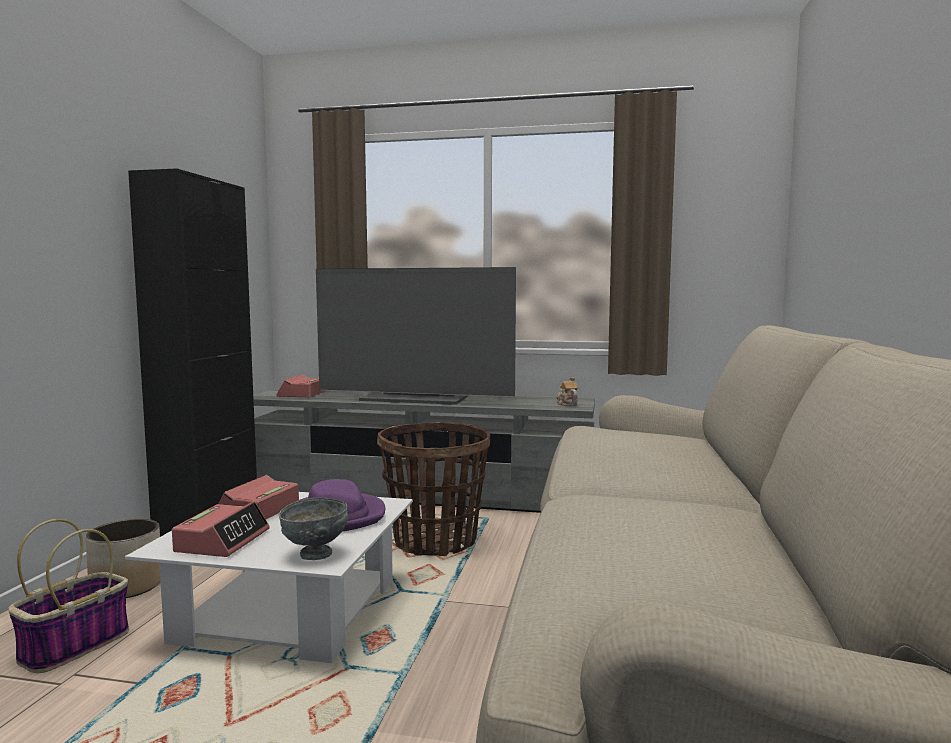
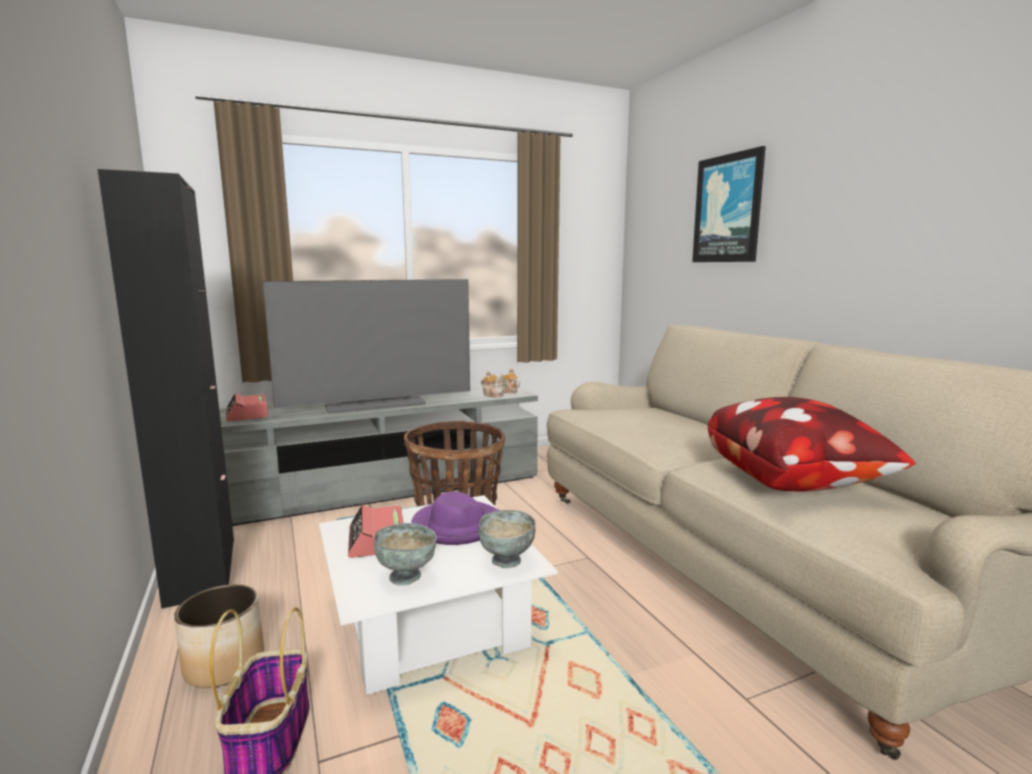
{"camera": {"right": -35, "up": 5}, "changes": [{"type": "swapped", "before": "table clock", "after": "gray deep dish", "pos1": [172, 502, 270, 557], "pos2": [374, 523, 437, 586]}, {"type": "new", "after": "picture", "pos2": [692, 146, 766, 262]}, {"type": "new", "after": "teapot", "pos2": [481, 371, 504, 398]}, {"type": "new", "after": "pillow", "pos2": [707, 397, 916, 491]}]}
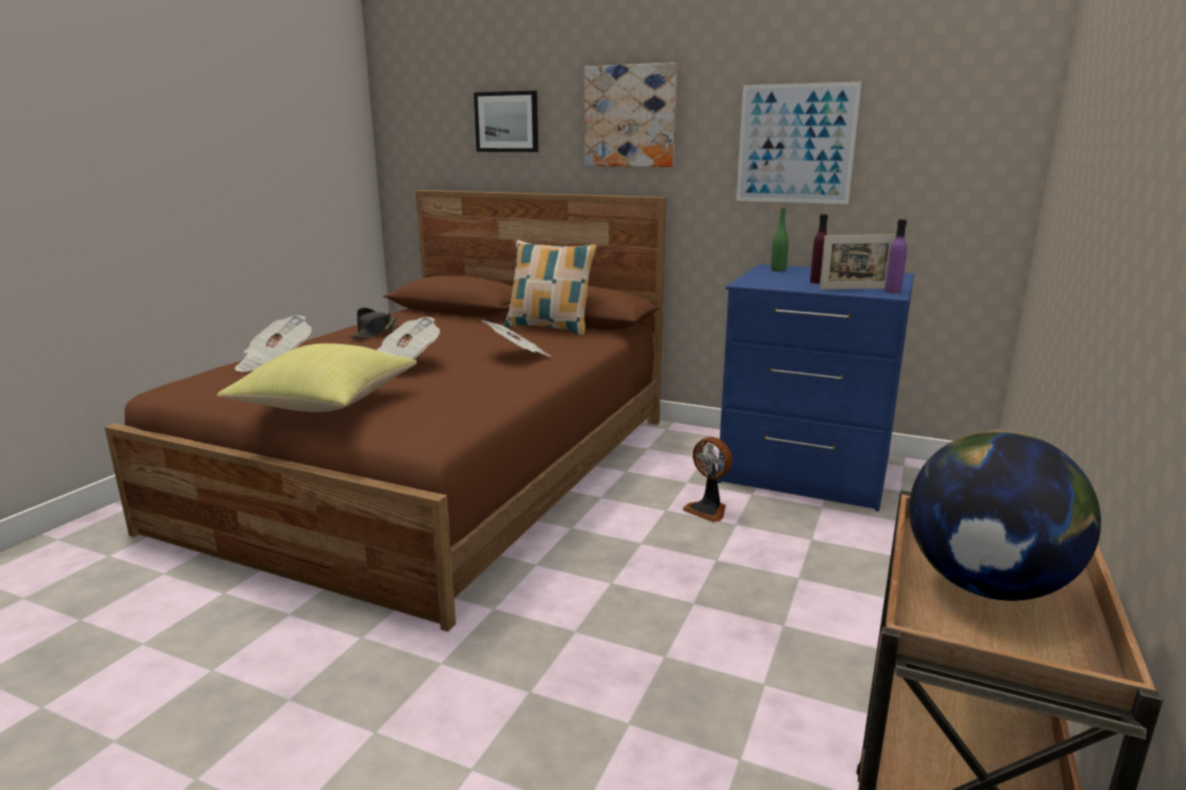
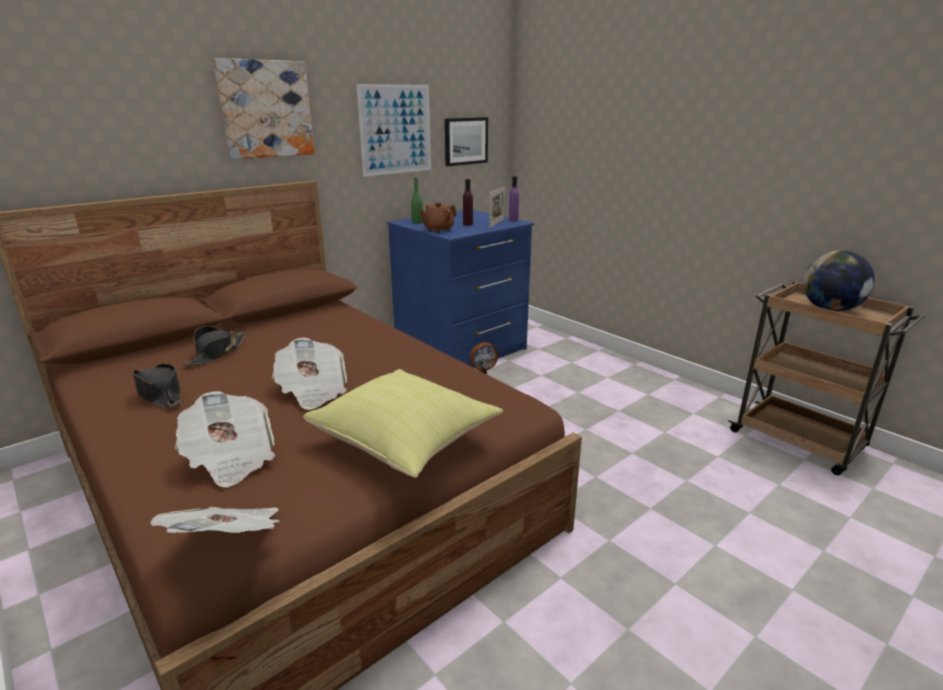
{"camera": {"right": -65, "up": 5}, "changes": [{"type": "shifted", "before": "picture", "pos1": [474, 91, 538, 152], "pos2": [445, 117, 488, 166]}, {"type": "gone", "before": "pillow", "pos1": [504, 240, 597, 336]}, {"type": "shifted", "before": "newspaper", "pos1": [481, 320, 553, 357], "pos2": [150, 507, 279, 533]}, {"type": "new", "after": "brown-coloured teapot", "pos2": [420, 202, 457, 233]}, {"type": "new", "after": "black wearable hat", "pos2": [182, 326, 246, 366]}]}
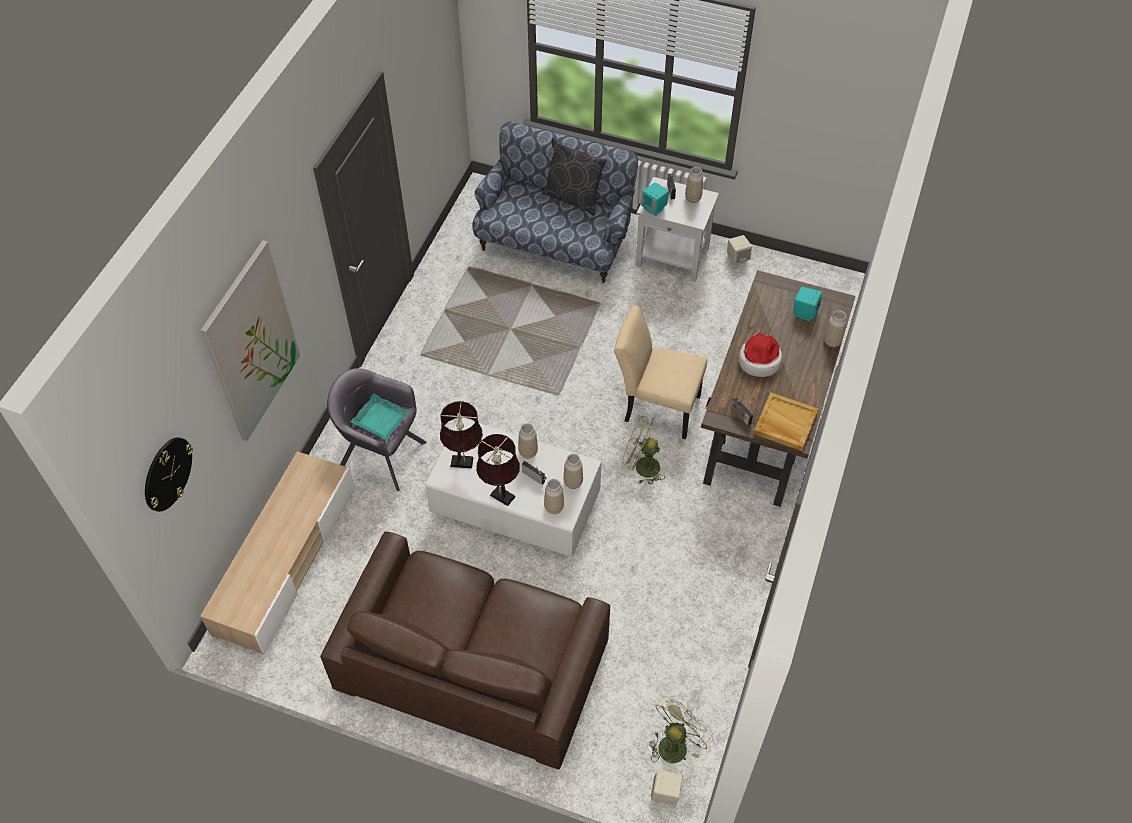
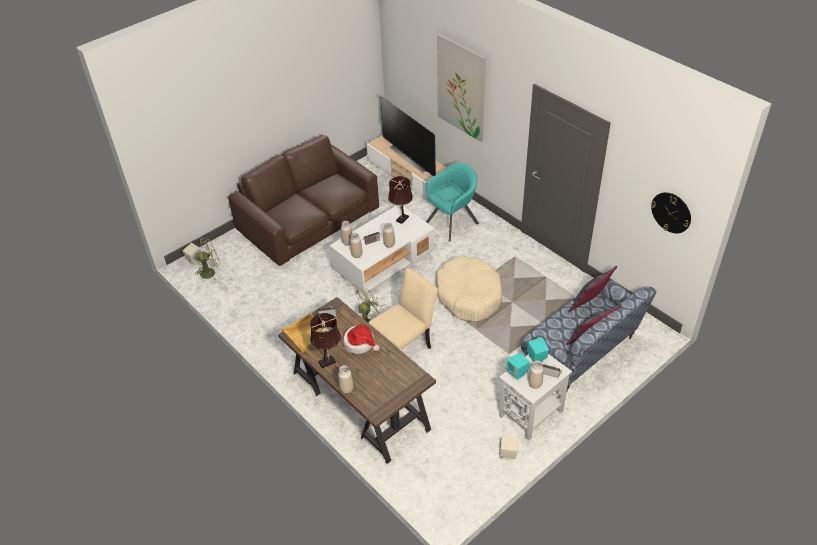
{"camera": {"right": 120, "up": -10}, "changes": [{"type": "shifted", "before": "blue-green audio speaker", "pos1": [793, 287, 822, 321], "pos2": [506, 353, 530, 380]}, {"type": "repainted", "before": "gray armchair", "after": "blue-green armchair", "pos1": [327, 368, 427, 491], "pos2": [426, 163, 479, 242]}, {"type": "shifted", "before": "brown-coloured table lamp", "pos1": [476, 434, 520, 506], "pos2": [310, 313, 341, 368]}, {"type": "shifted", "before": "wall clock", "pos1": [145, 437, 193, 512], "pos2": [651, 192, 691, 233]}, {"type": "rotated", "before": "greenish electric fan", "pos1": [649, 696, 713, 763], "pos2": [196, 237, 221, 281], "turn": -90}, {"type": "new", "after": "TV set", "pos2": [380, 95, 436, 176]}, {"type": "new", "after": "beige pet bed", "pos2": [436, 256, 502, 322]}, {"type": "new", "after": "gray pillow", "pos2": [568, 266, 617, 313]}]}
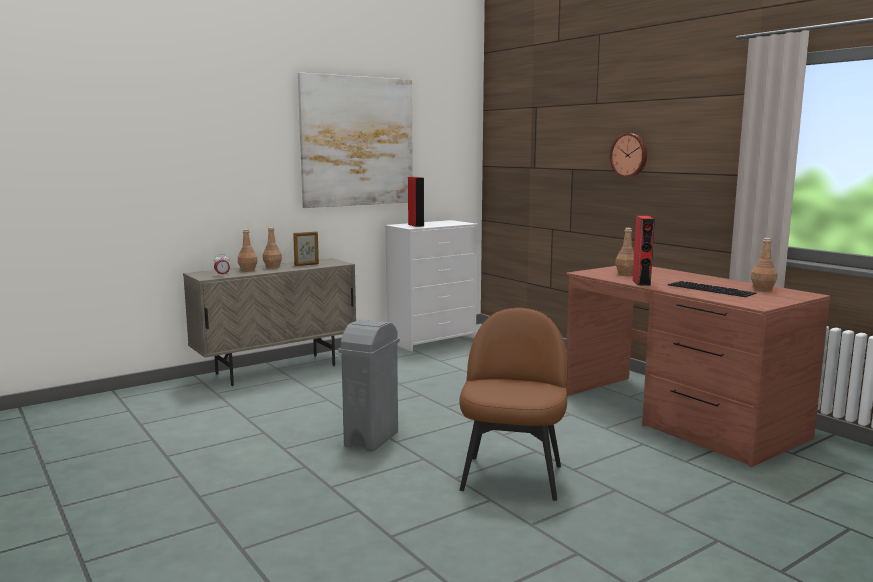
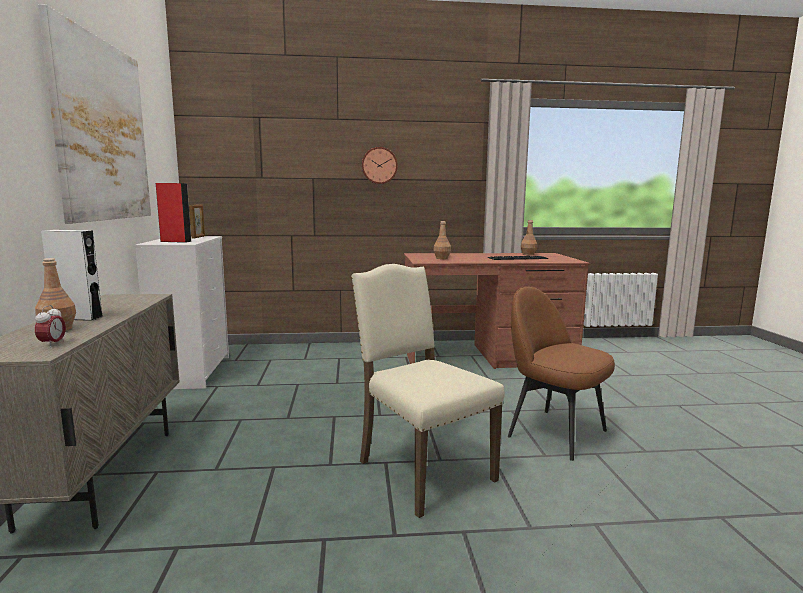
{"camera": {"right": -60, "up": 0}, "changes": [{"type": "gone", "before": "red-coloured audio speaker", "pos1": [633, 216, 655, 286]}, {"type": "swapped", "before": "brown-coloured bottle", "after": "whitish audio speaker", "pos1": [263, 227, 282, 268], "pos2": [41, 230, 104, 321]}, {"type": "shifted", "before": "photo frame", "pos1": [293, 232, 319, 266], "pos2": [189, 204, 205, 238]}, {"type": "swapped", "before": "gray rubbish bin", "after": "beige plain chair", "pos1": [338, 319, 400, 452], "pos2": [351, 264, 505, 518]}]}
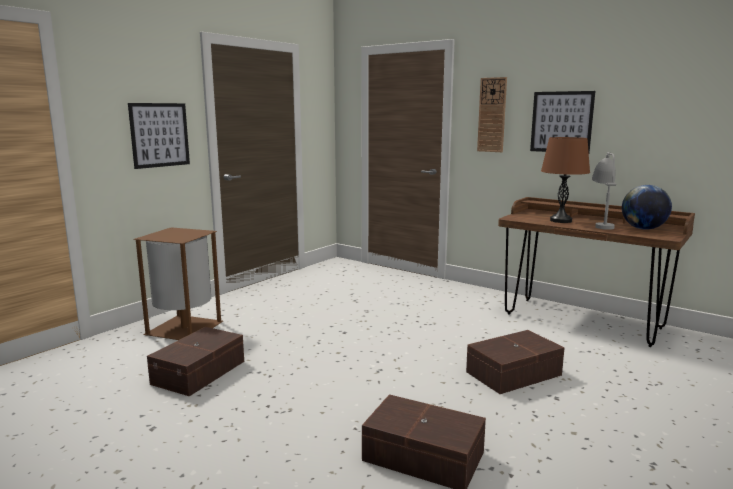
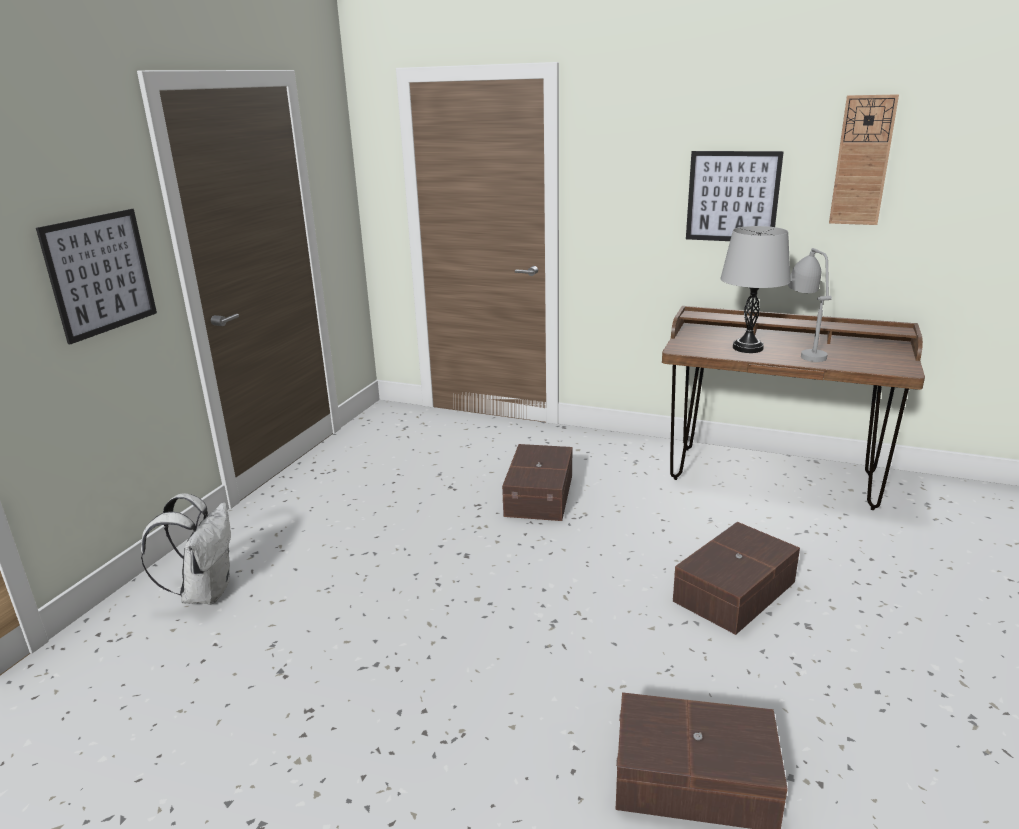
{"camera": {"right": -15, "up": 10}, "changes": [{"type": "shifted", "before": "wall clock", "pos1": [477, 77, 507, 152], "pos2": [829, 94, 899, 225]}, {"type": "repainted", "before": "brown-coloured table lamp", "after": "gray table lamp", "pos1": [541, 137, 590, 223], "pos2": [721, 226, 791, 353]}, {"type": "gone", "before": "globe", "pos1": [622, 185, 672, 230]}, {"type": "swapped", "before": "brown-coloured rubbish bin", "after": "whitish knapsack", "pos1": [133, 227, 223, 340], "pos2": [141, 493, 231, 604]}, {"type": "shifted", "before": "brown-coloured storage container", "pos1": [147, 327, 244, 396], "pos2": [502, 444, 572, 521]}]}
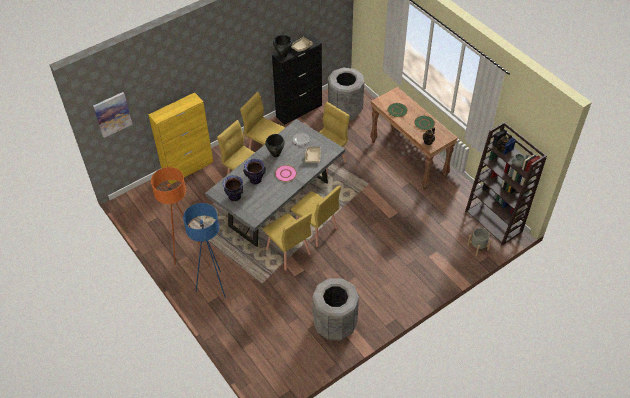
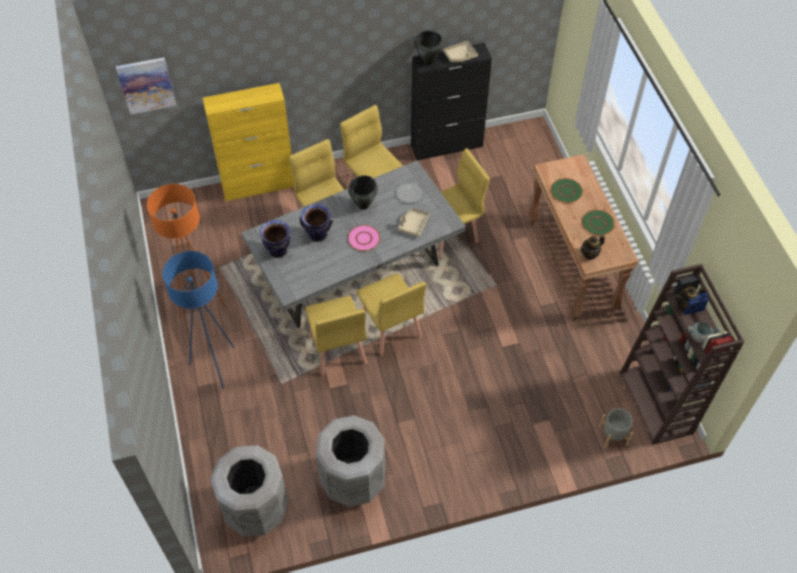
{"camera": {"right": 20, "up": 5}, "changes": [{"type": "shifted", "before": "gray rubbish bin", "pos1": [328, 68, 364, 121], "pos2": [210, 445, 289, 537]}]}
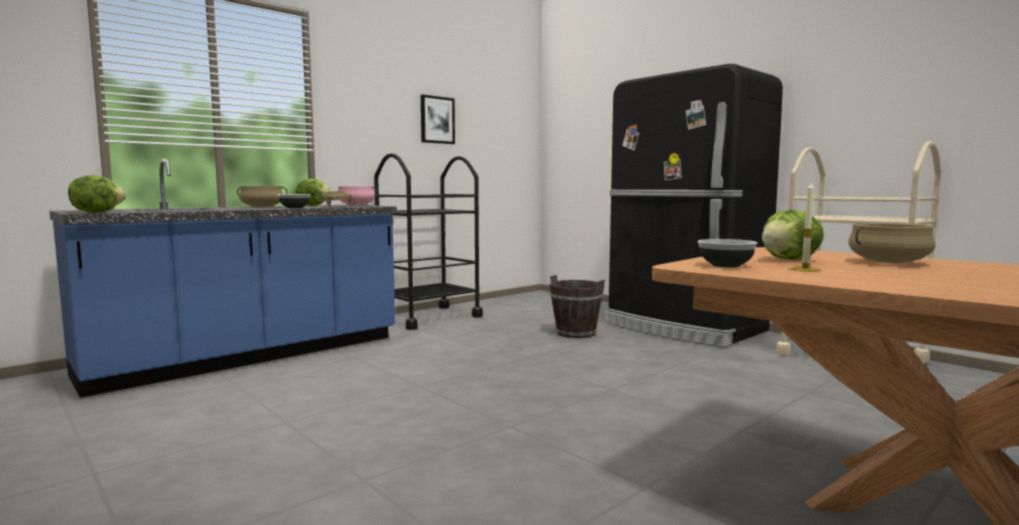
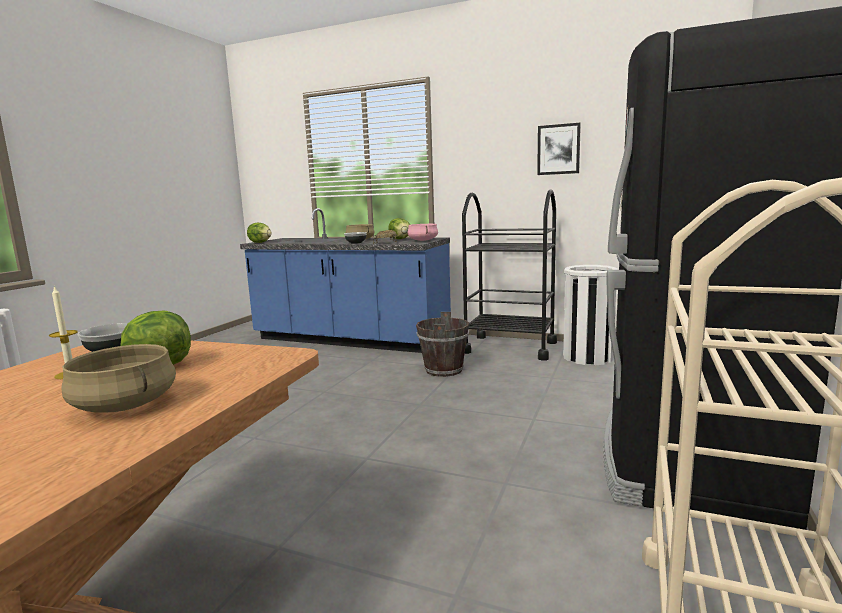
{"camera": {"right": 65, "up": 5}, "changes": [{"type": "shifted", "before": "brown-coloured pail", "pos1": [549, 275, 605, 338], "pos2": [416, 312, 469, 377]}, {"type": "new", "after": "whitish rubbish bin", "pos2": [563, 265, 618, 365]}]}
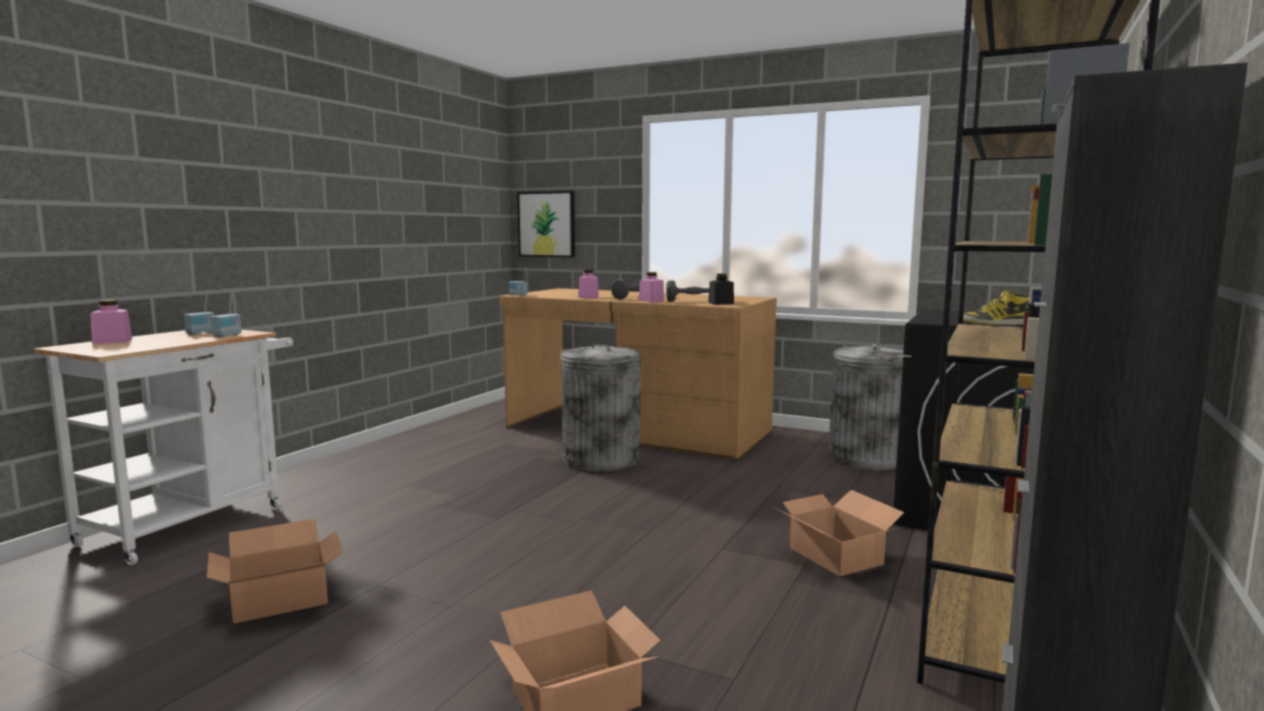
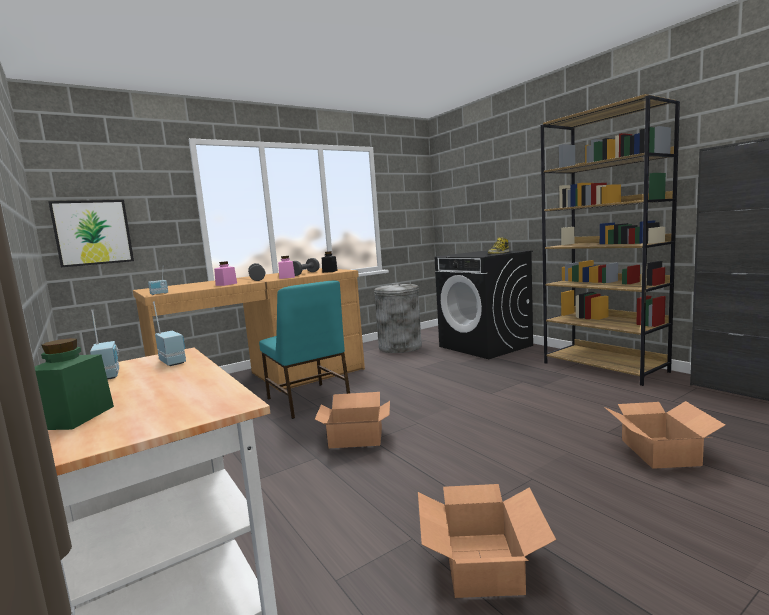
{"camera": {"right": -60, "up": 0}, "changes": [{"type": "repainted", "before": "pink storage jar", "after": "greenish storage jar", "pos1": [90, 300, 132, 344], "pos2": [34, 338, 114, 430]}, {"type": "swapped", "before": "gray rubbish bin", "after": "blue-green plain chair", "pos1": [561, 345, 641, 472], "pos2": [259, 281, 350, 419]}, {"type": "shifted", "before": "packing box", "pos1": [773, 490, 905, 577], "pos2": [315, 392, 390, 448]}]}
